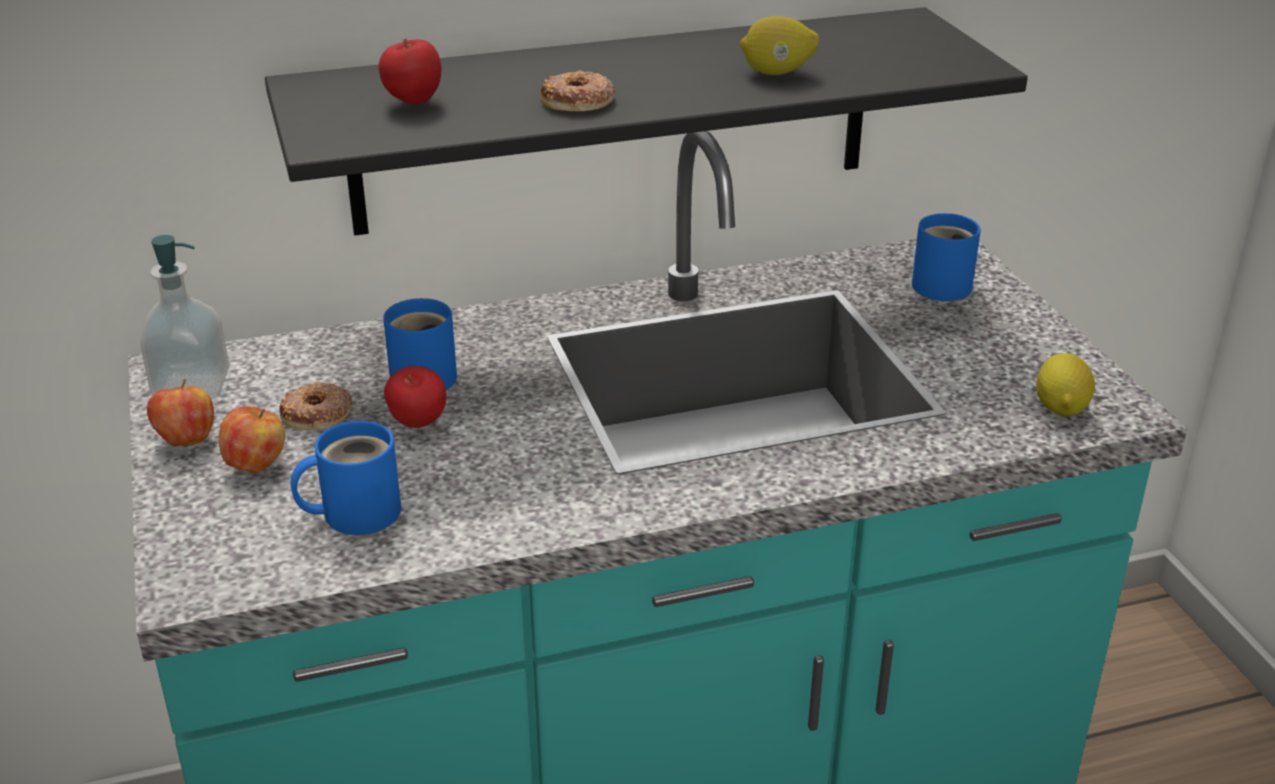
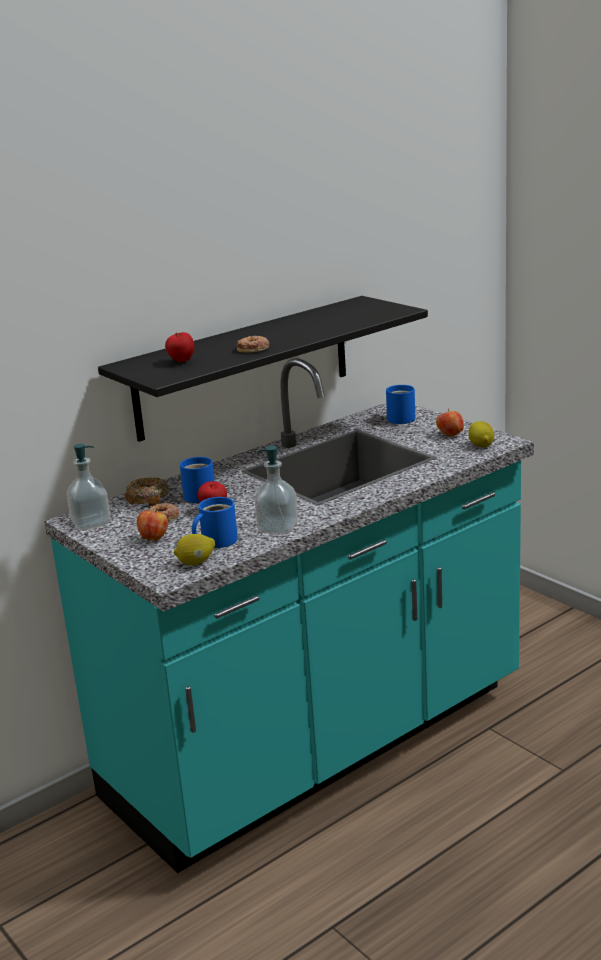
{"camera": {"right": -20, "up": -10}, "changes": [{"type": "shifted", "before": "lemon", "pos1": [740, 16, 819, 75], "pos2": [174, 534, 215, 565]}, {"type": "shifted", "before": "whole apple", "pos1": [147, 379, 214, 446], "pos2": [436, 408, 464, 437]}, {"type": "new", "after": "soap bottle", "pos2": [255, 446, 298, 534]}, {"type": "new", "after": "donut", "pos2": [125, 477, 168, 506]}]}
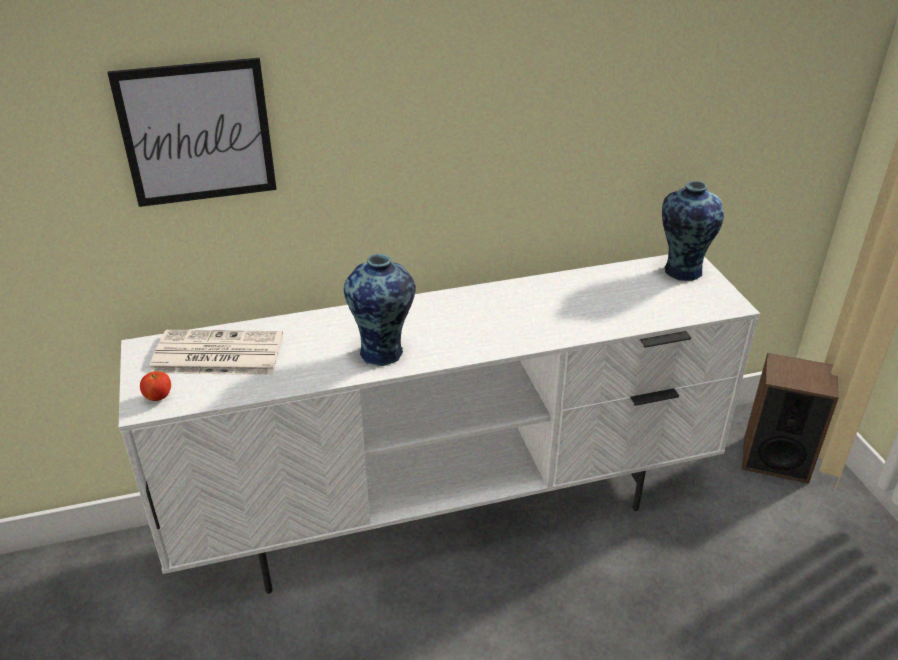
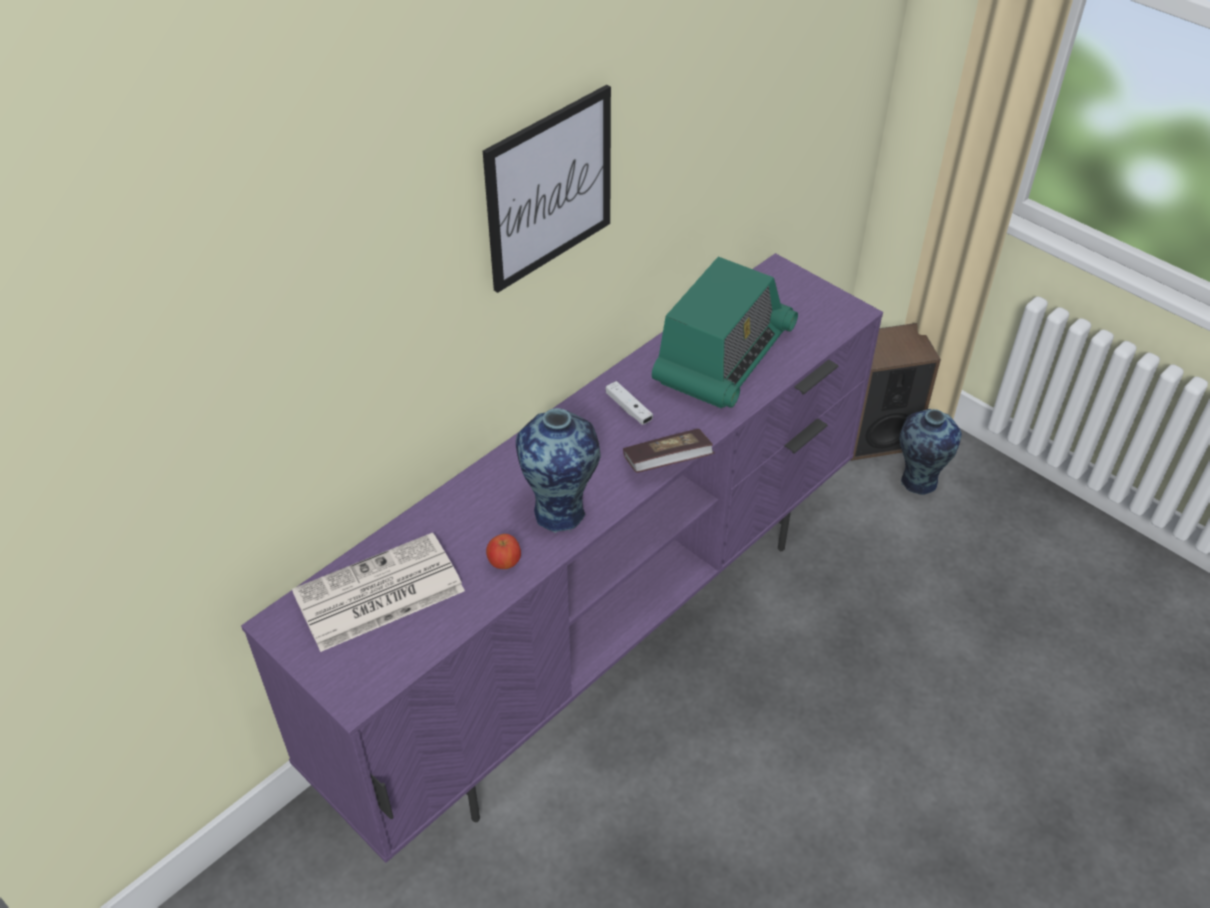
{"camera": {"right": -30, "up": 10}, "changes": [{"type": "shifted", "before": "picture", "pos1": [108, 58, 277, 207], "pos2": [483, 85, 611, 293]}, {"type": "shifted", "before": "vase", "pos1": [662, 181, 724, 281], "pos2": [900, 409, 962, 495]}, {"type": "repainted", "before": "whitish tv stand", "after": "purplish tv stand", "pos1": [119, 255, 760, 594], "pos2": [241, 253, 883, 863]}, {"type": "shifted", "before": "whole apple", "pos1": [140, 371, 171, 401], "pos2": [486, 534, 521, 569]}, {"type": "new", "after": "radio set", "pos2": [652, 257, 798, 409]}, {"type": "new", "after": "whitish game controller", "pos2": [606, 381, 653, 425]}, {"type": "new", "after": "book", "pos2": [623, 429, 714, 473]}]}
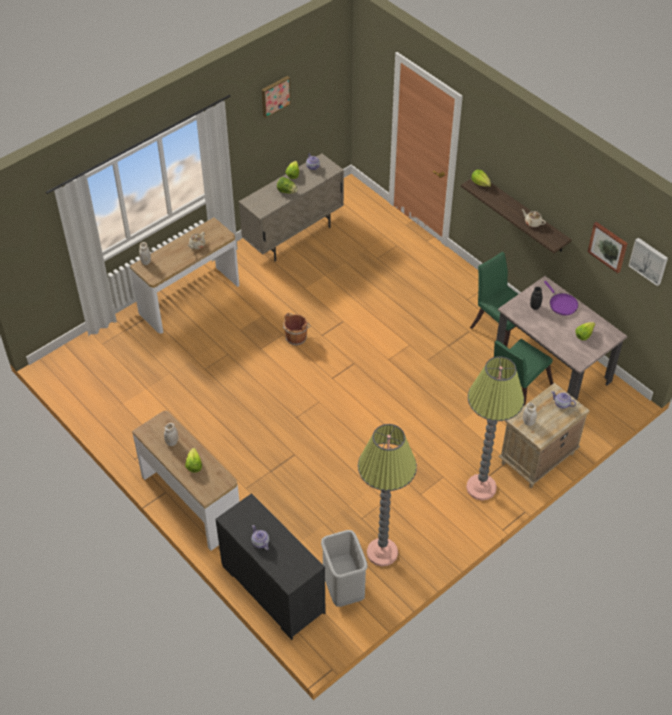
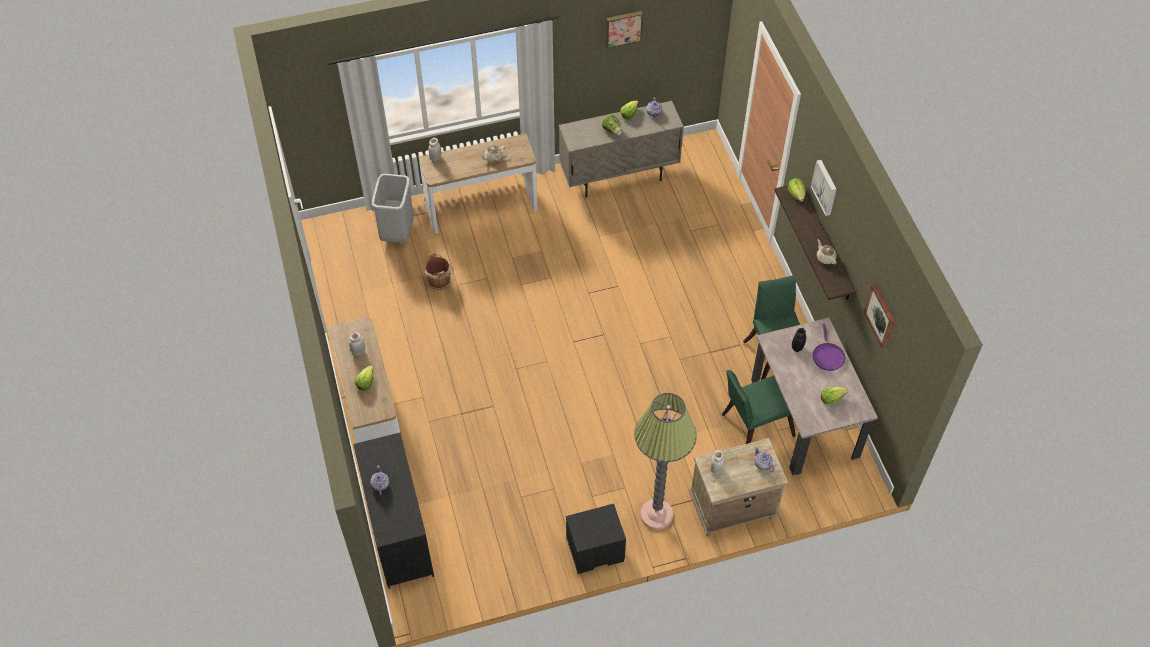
{"camera": {"right": 25, "up": 5}, "changes": [{"type": "shifted", "before": "picture", "pos1": [629, 238, 668, 286], "pos2": [811, 160, 837, 216]}, {"type": "shifted", "before": "brown-coloured pail", "pos1": [283, 312, 310, 346], "pos2": [424, 253, 454, 290]}, {"type": "gone", "before": "floor lamp", "pos1": [358, 424, 417, 566]}, {"type": "shifted", "before": "gray rubbish bin", "pos1": [321, 530, 367, 607], "pos2": [372, 174, 414, 243]}, {"type": "new", "after": "black night table", "pos2": [566, 504, 626, 574]}]}
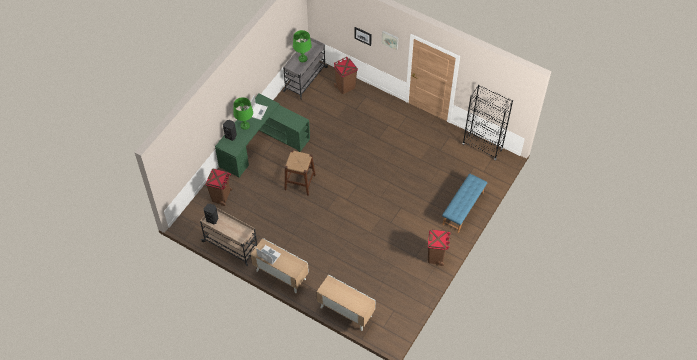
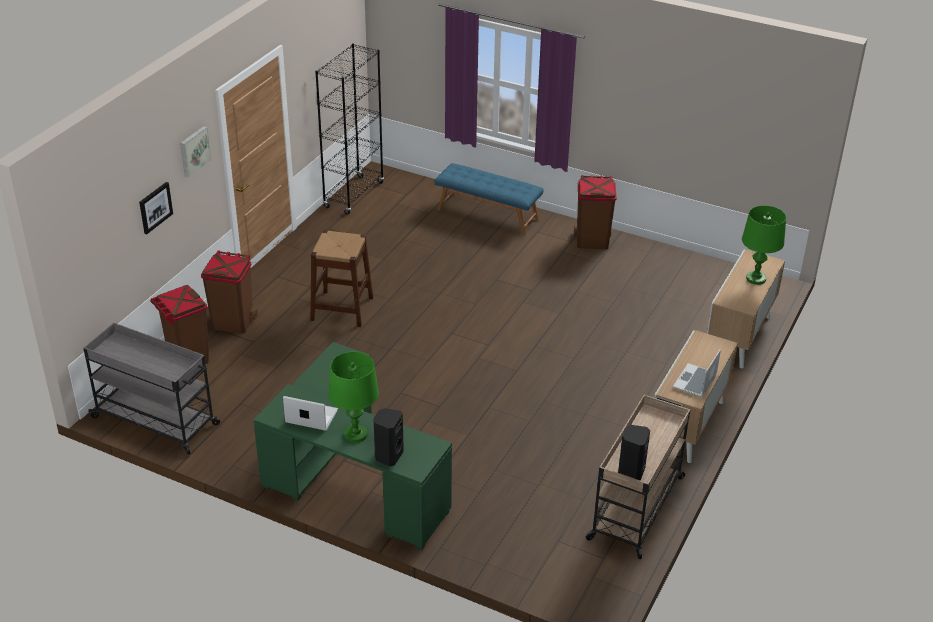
{"camera": {"right": -95, "up": -20}, "changes": [{"type": "shifted", "before": "greenish table lamp", "pos1": [293, 30, 312, 62], "pos2": [742, 205, 786, 285]}, {"type": "shifted", "before": "brown-coloured stool", "pos1": [284, 150, 316, 196], "pos2": [310, 230, 373, 327]}, {"type": "shifted", "before": "brown-coloured rubbish bin", "pos1": [206, 168, 232, 206], "pos2": [201, 250, 257, 334]}]}
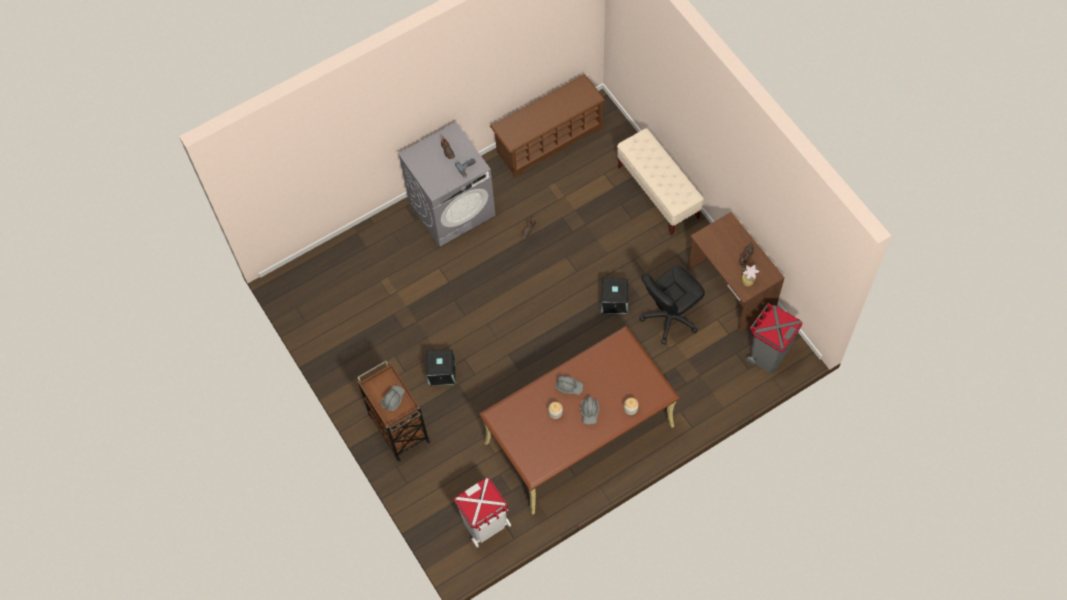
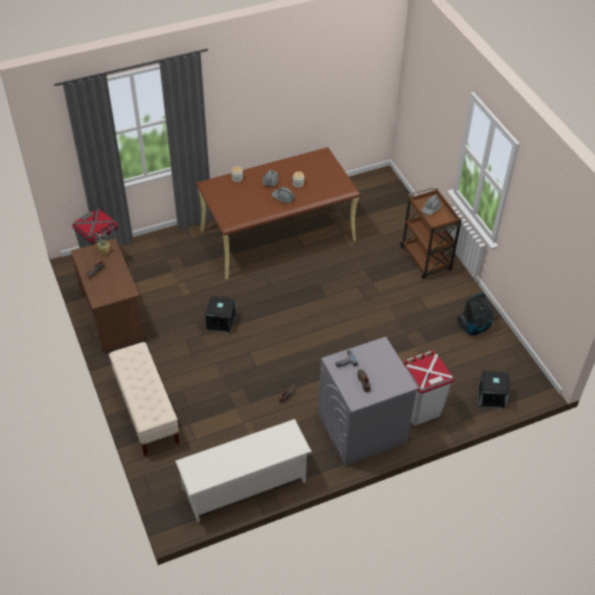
{"camera": {"right": -175, "up": -15}, "changes": [{"type": "repainted", "before": "brown-coloured shoe stand", "after": "whitish shoe stand", "pos1": [490, 74, 605, 178], "pos2": [175, 419, 312, 522]}, {"type": "gone", "before": "black desk chair", "pos1": [639, 266, 705, 344]}, {"type": "shifted", "before": "black storage container", "pos1": [425, 350, 455, 386], "pos2": [479, 370, 511, 409]}, {"type": "shifted", "before": "whitish rubbish bin", "pos1": [454, 478, 511, 548], "pos2": [404, 350, 454, 425]}, {"type": "new", "after": "vacuum cleaner", "pos2": [457, 292, 493, 335]}]}
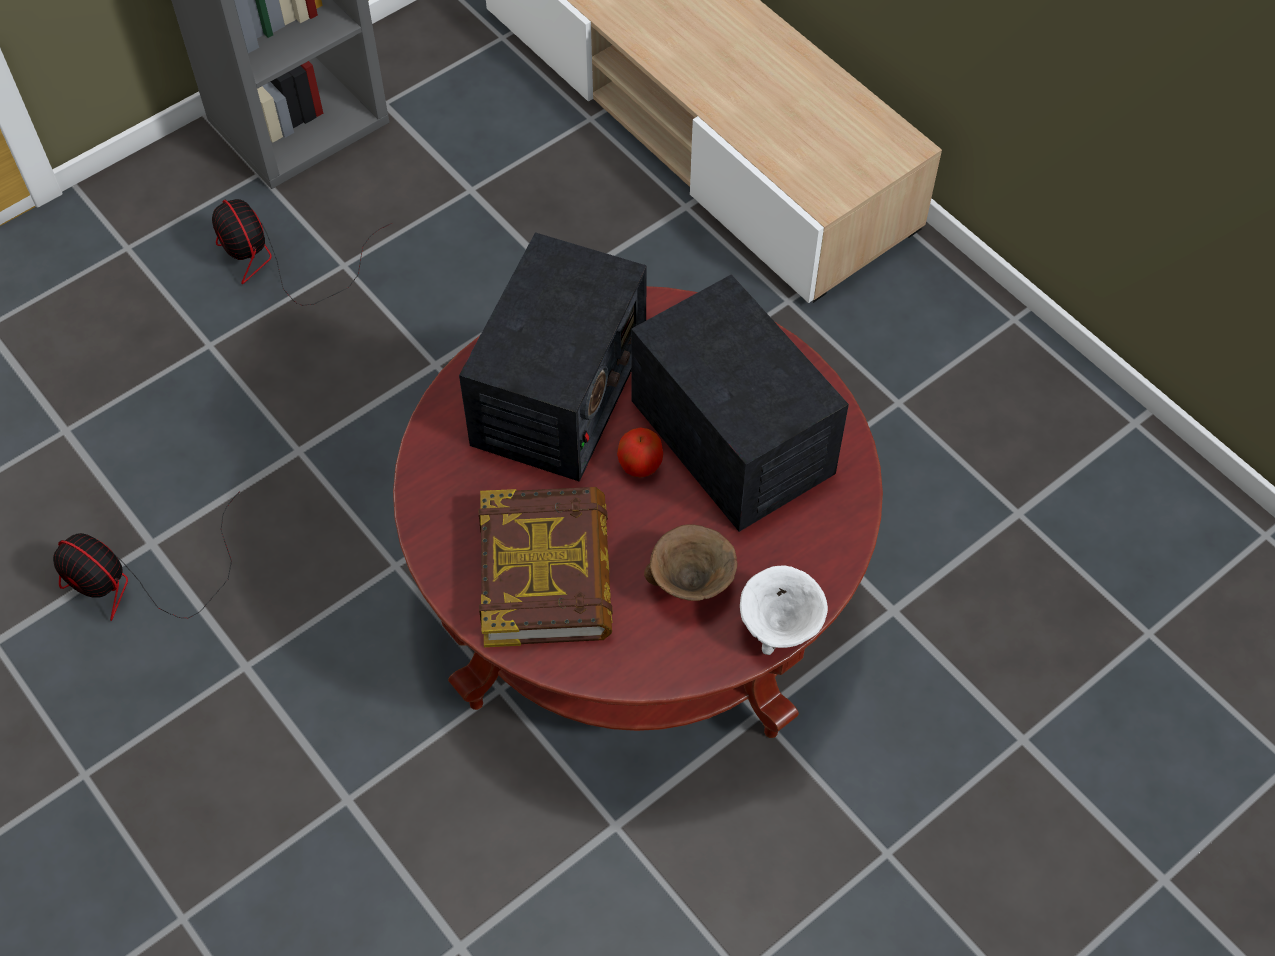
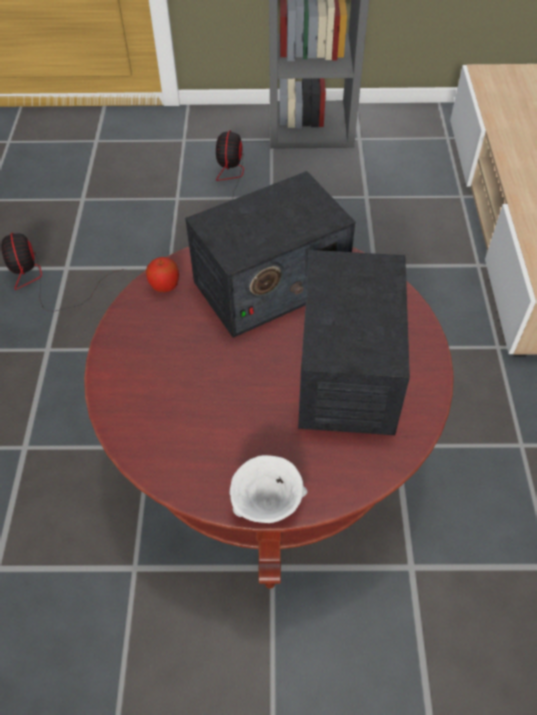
{"camera": {"right": 40, "up": -5}, "changes": [{"type": "shifted", "before": "whole apple", "pos1": [617, 427, 663, 478], "pos2": [146, 257, 179, 292]}, {"type": "gone", "before": "book", "pos1": [479, 487, 613, 647]}, {"type": "gone", "before": "brown-coloured deep dish", "pos1": [644, 524, 738, 601]}]}
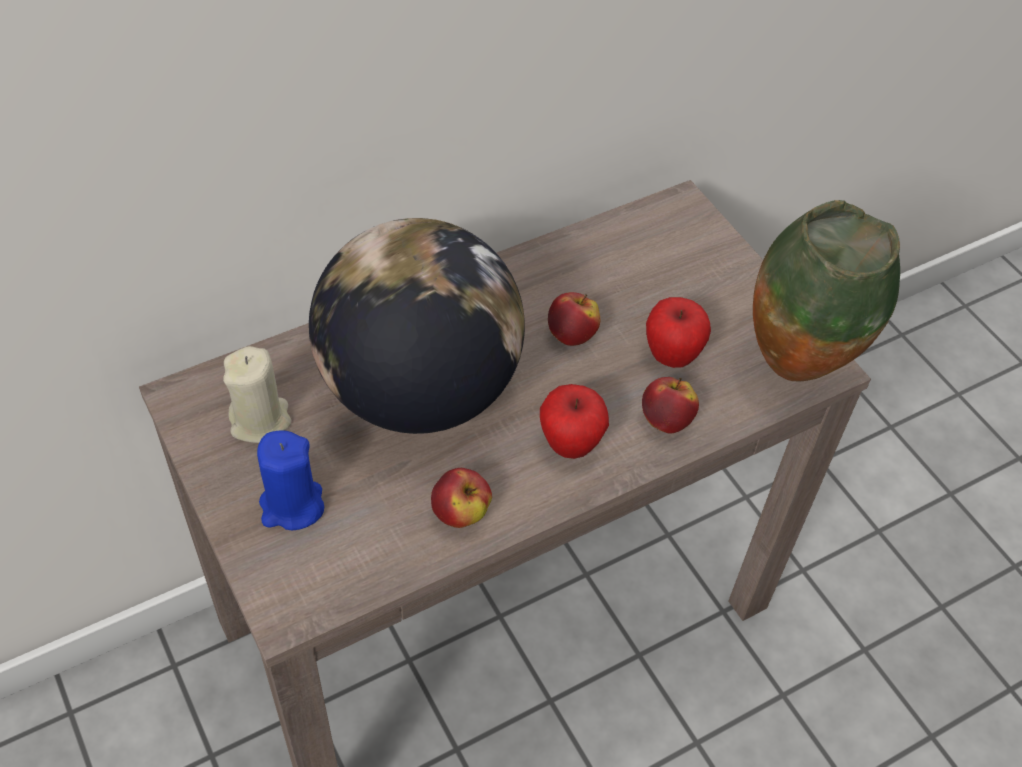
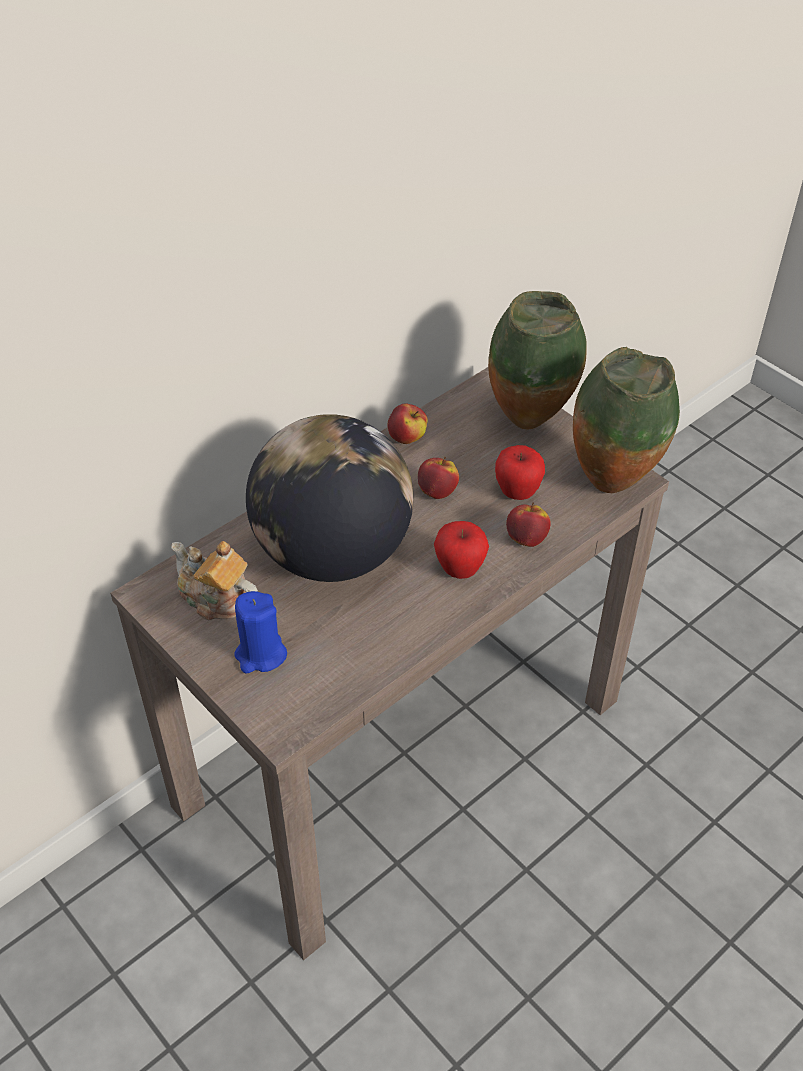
{"camera": {"right": -10, "up": -5}, "changes": [{"type": "swapped", "before": "beige candle", "after": "teapot", "pos1": [223, 346, 291, 443], "pos2": [171, 541, 258, 620]}, {"type": "shifted", "before": "whole apple", "pos1": [431, 468, 492, 528], "pos2": [388, 403, 428, 444]}, {"type": "new", "after": "vase", "pos2": [488, 291, 587, 430]}]}
